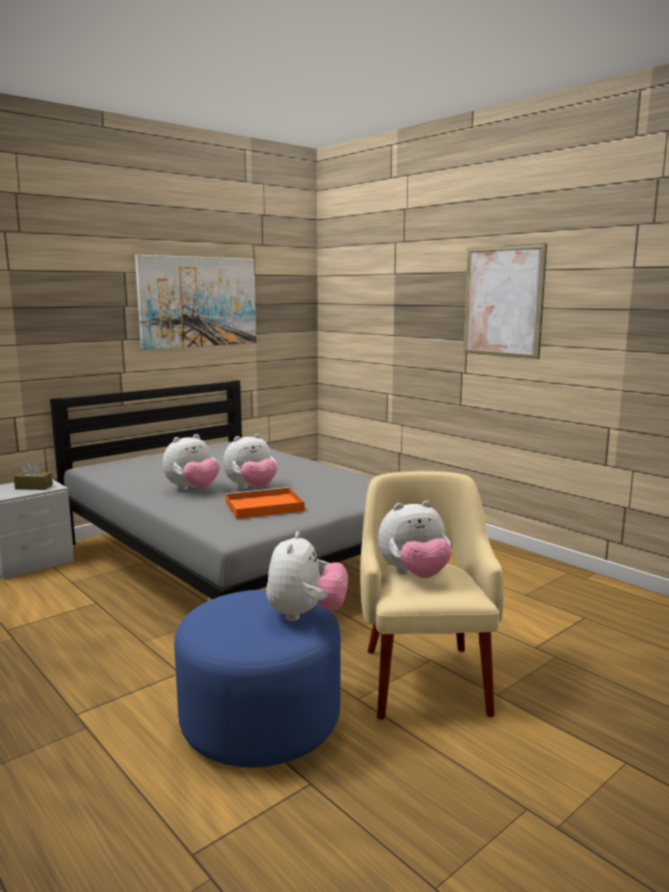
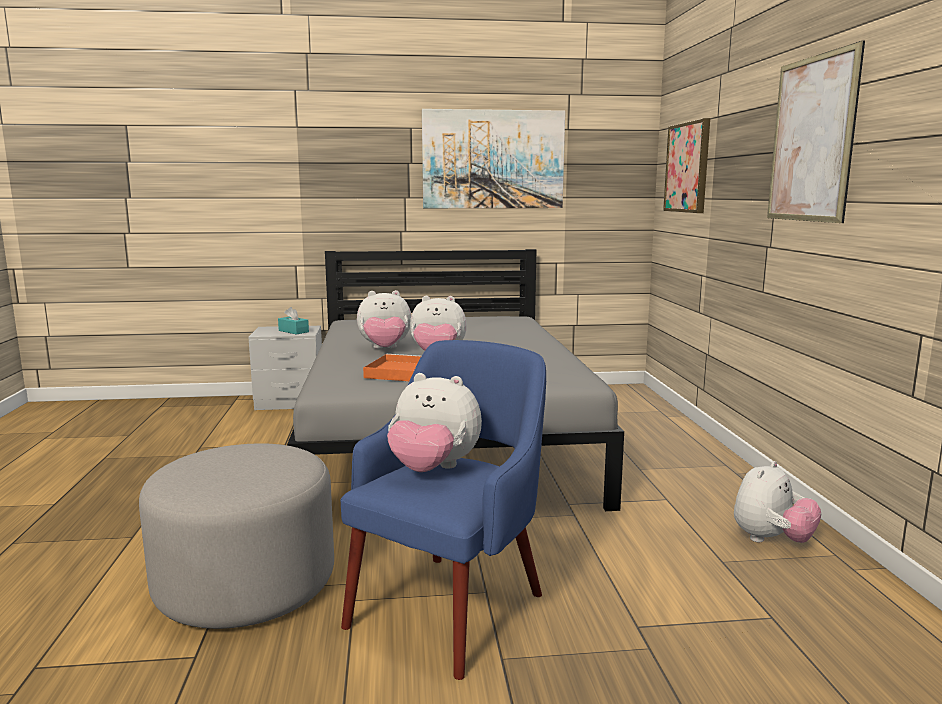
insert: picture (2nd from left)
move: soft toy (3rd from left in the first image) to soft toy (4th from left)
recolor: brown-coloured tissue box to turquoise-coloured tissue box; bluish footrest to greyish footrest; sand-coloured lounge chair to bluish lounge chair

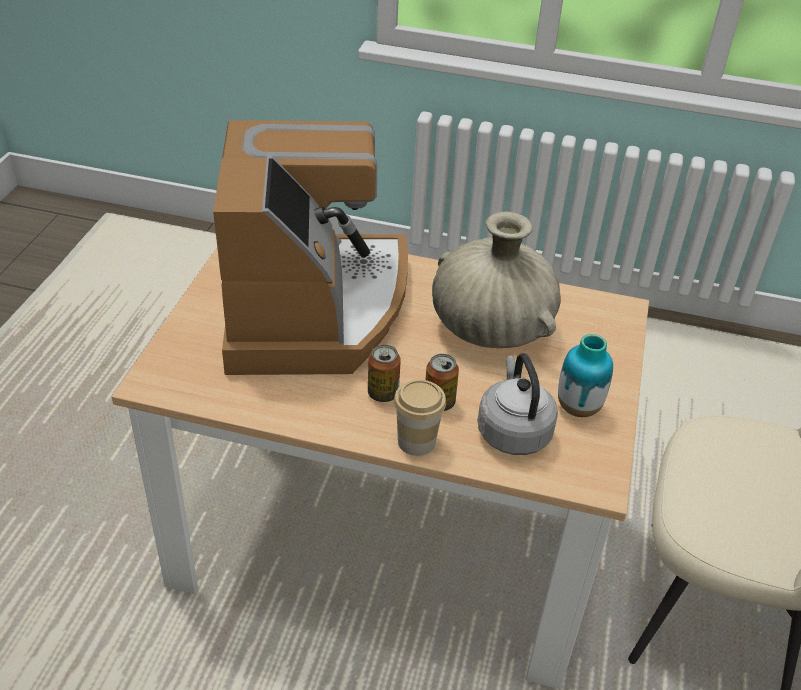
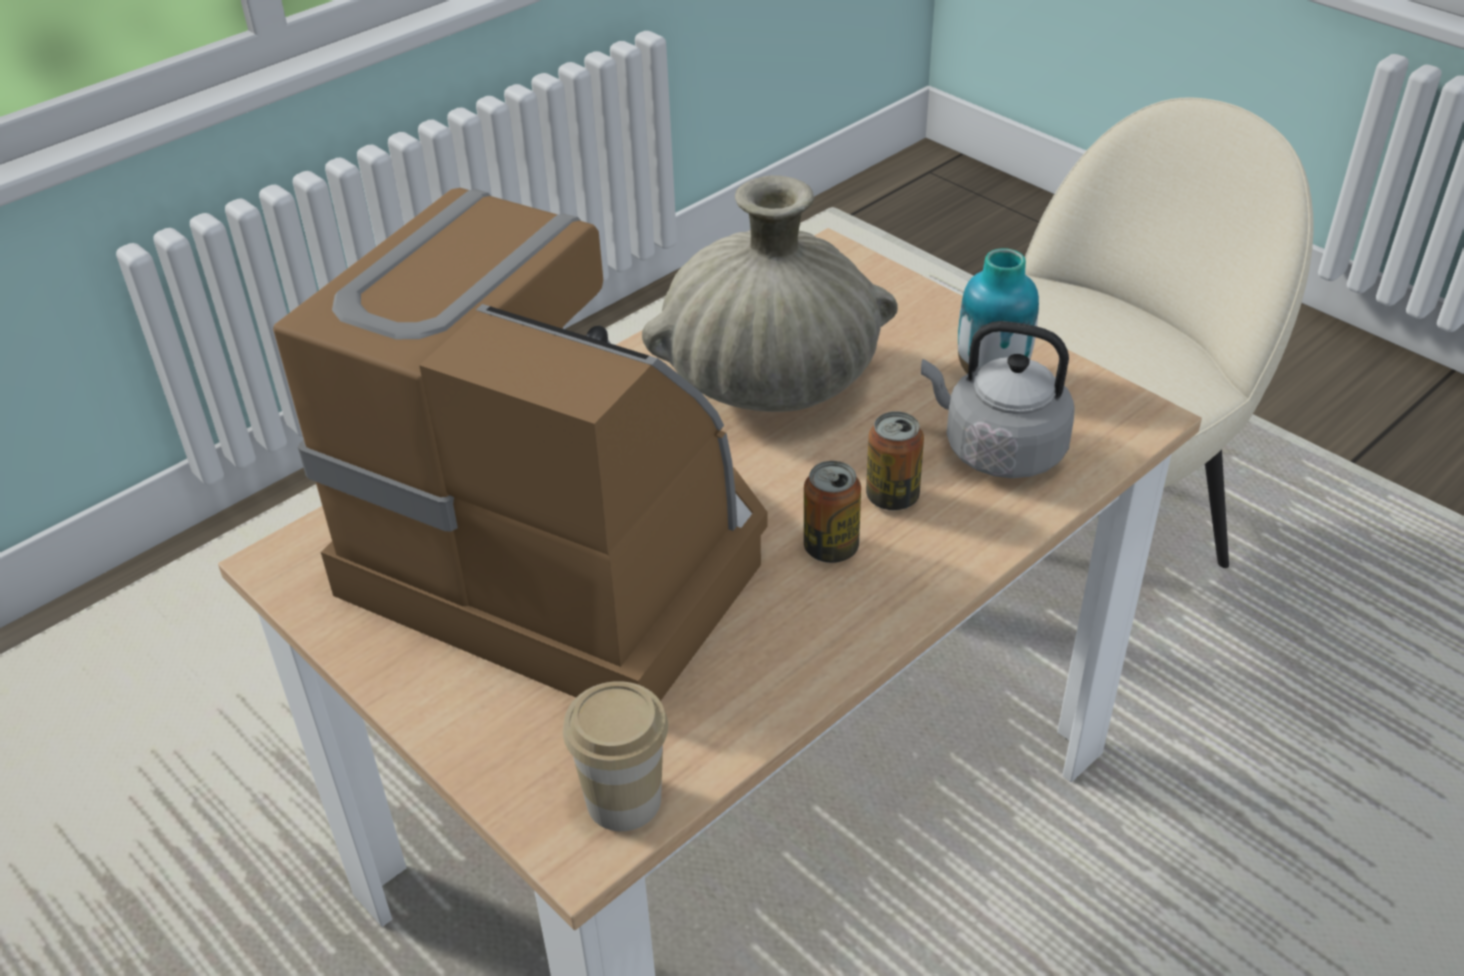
move: small cup

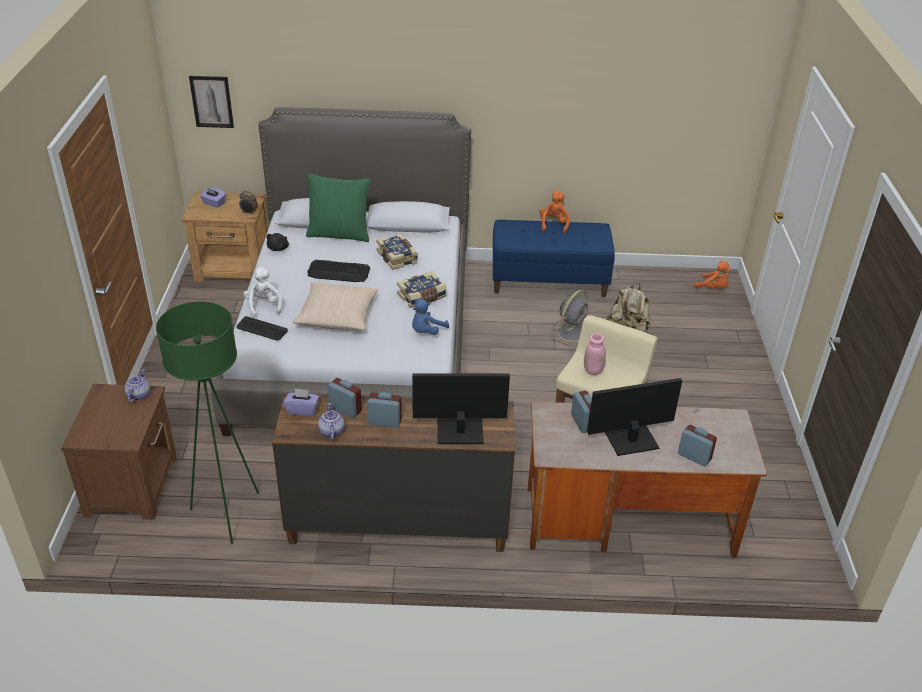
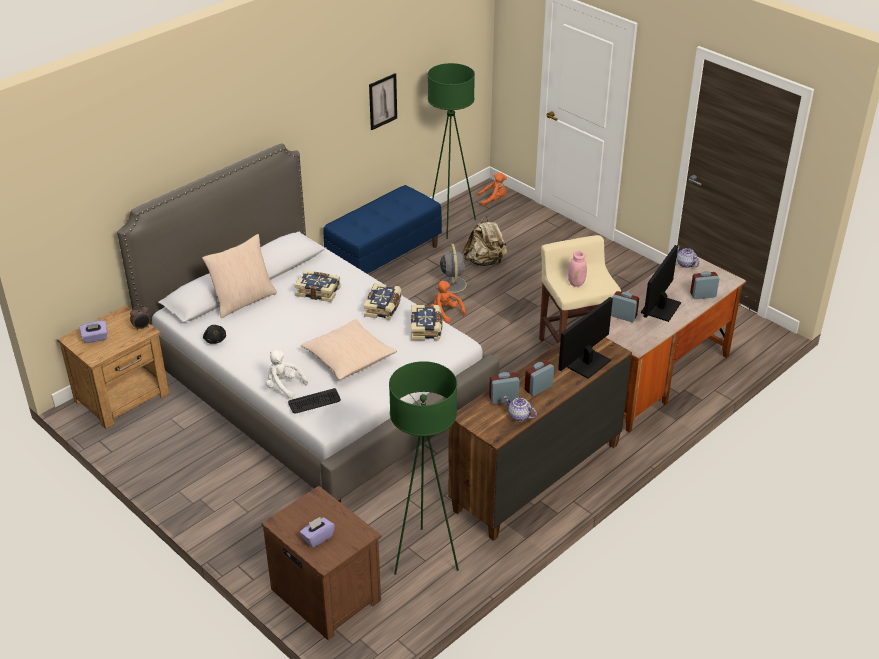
delete: keyboard (2nd from left)
insert: green-coloured standing lamp (2nd from left)
move: pot for tea (1st from left in the first image) to pot for tea (2nd from left); picture; purple tissue box (2nd from left); orangey soft toy (1st from left)
replace: bluish soft toy to book (3rd from left)
recolor: green-coloured pillow to sand-coloured pillow (1st from left)

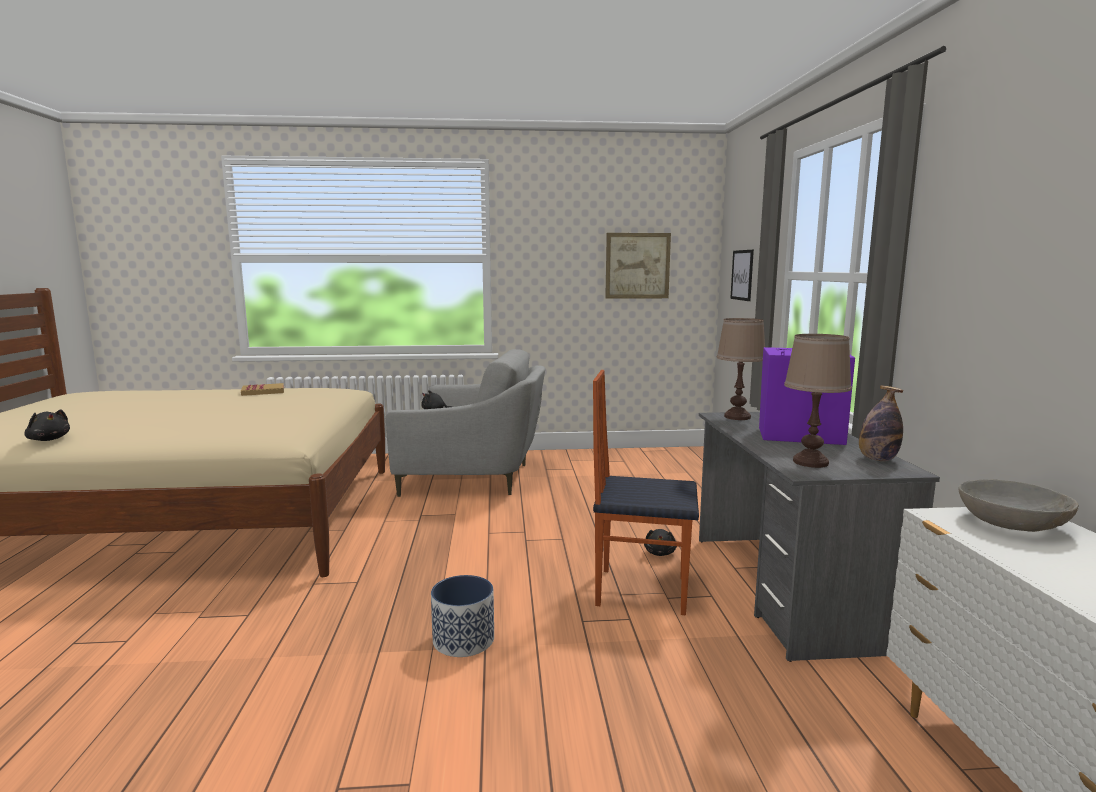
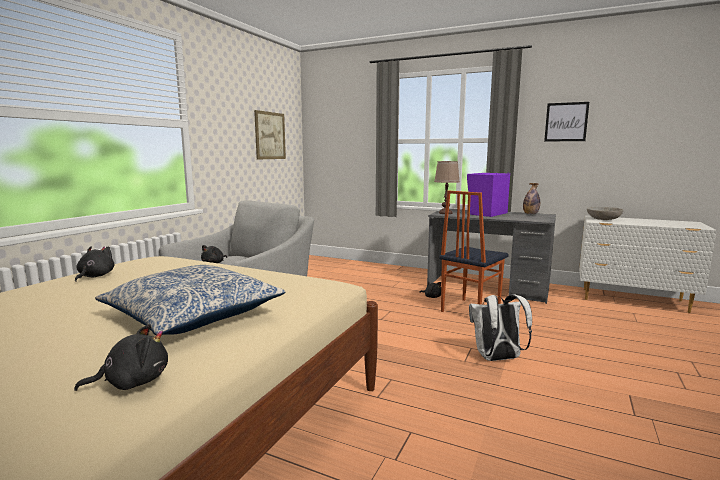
delete: brown-coloured lamp for a table (2nd from left)
insert: pillow
move: picture (2nd from left)
replace: book to blackish soft toy (1st from left); flower pot to white knapsack

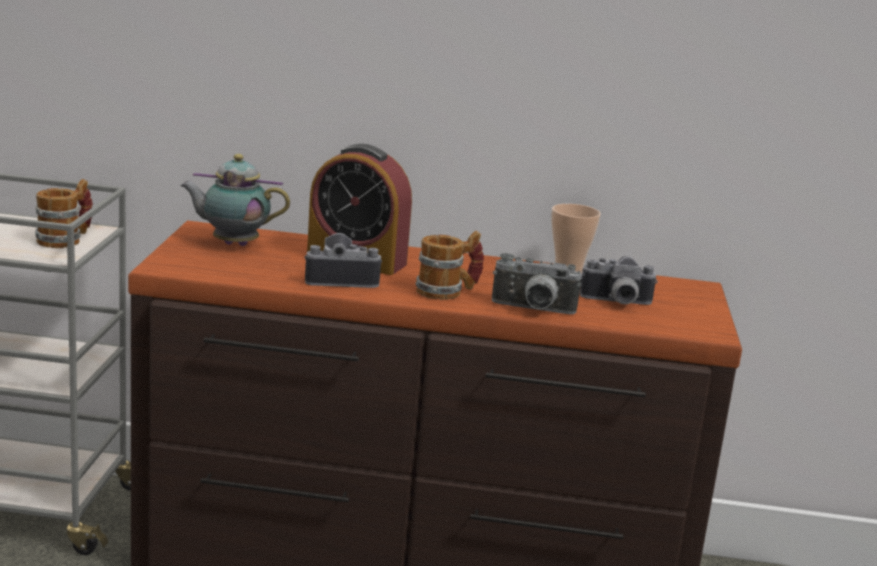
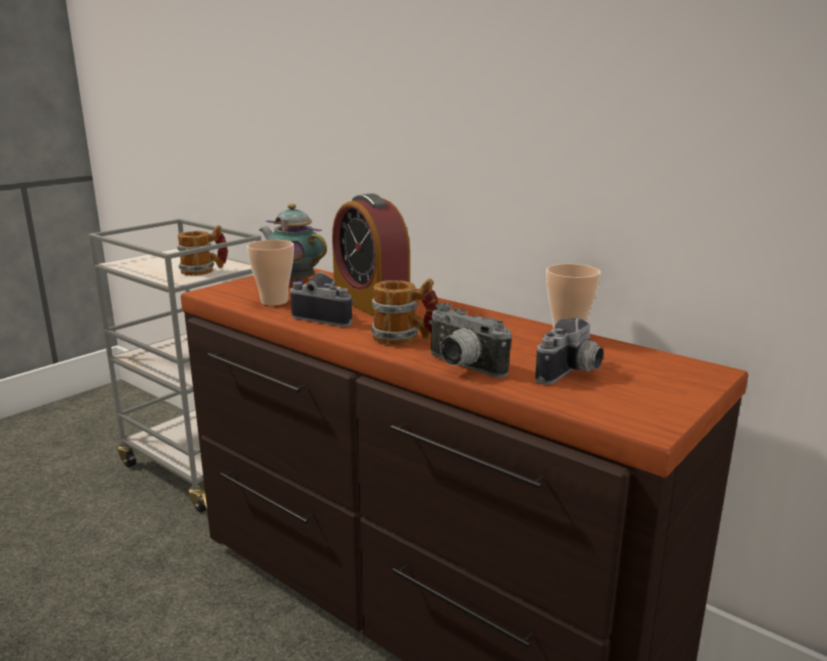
insert: small cup (1st from left)
rotate: photo camera (3rd from left) 90 degrees counterclockwise

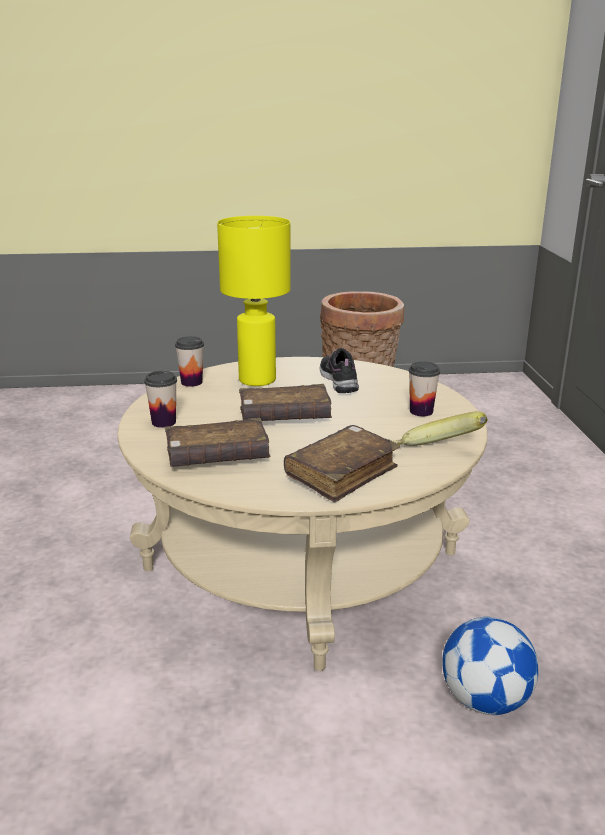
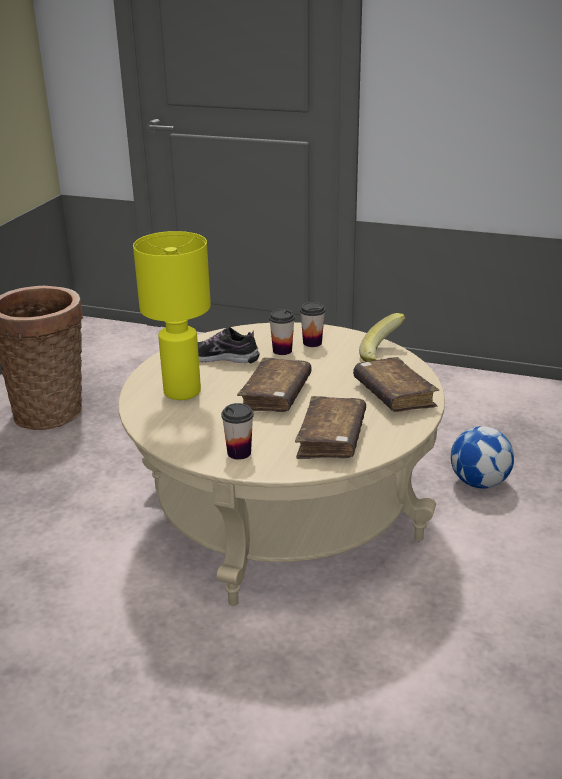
move: small cup (2nd from left)

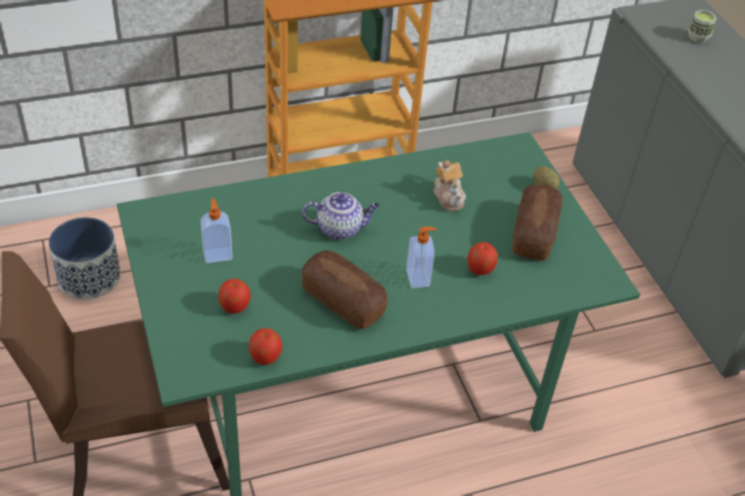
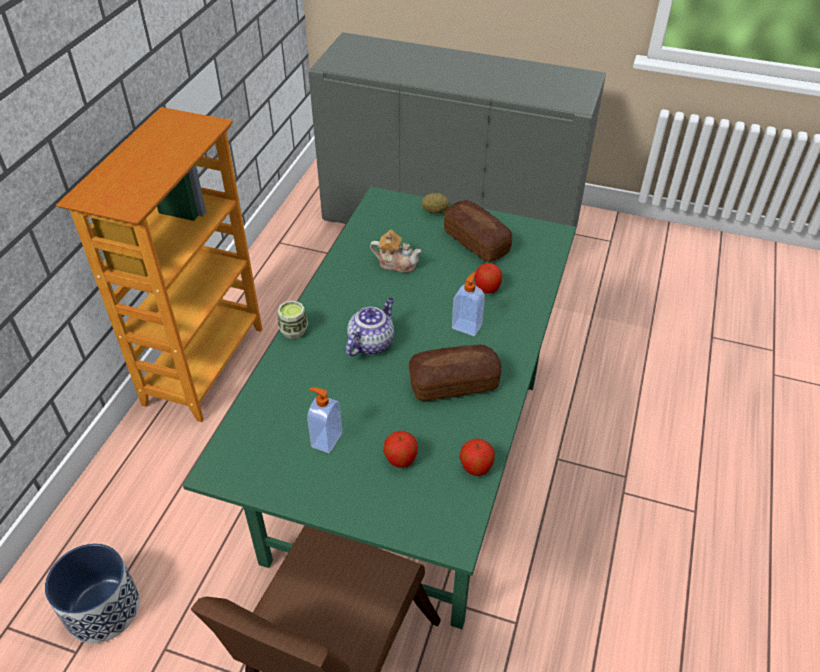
move: small cup

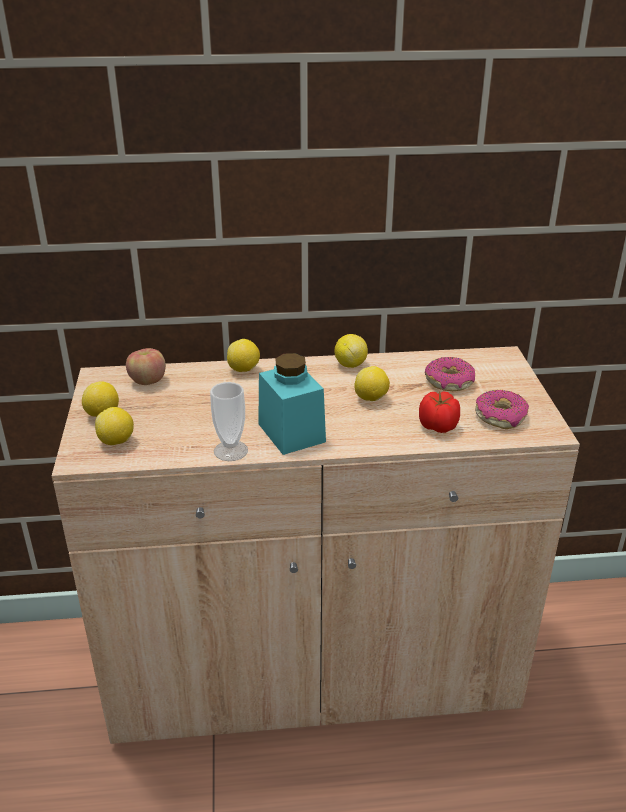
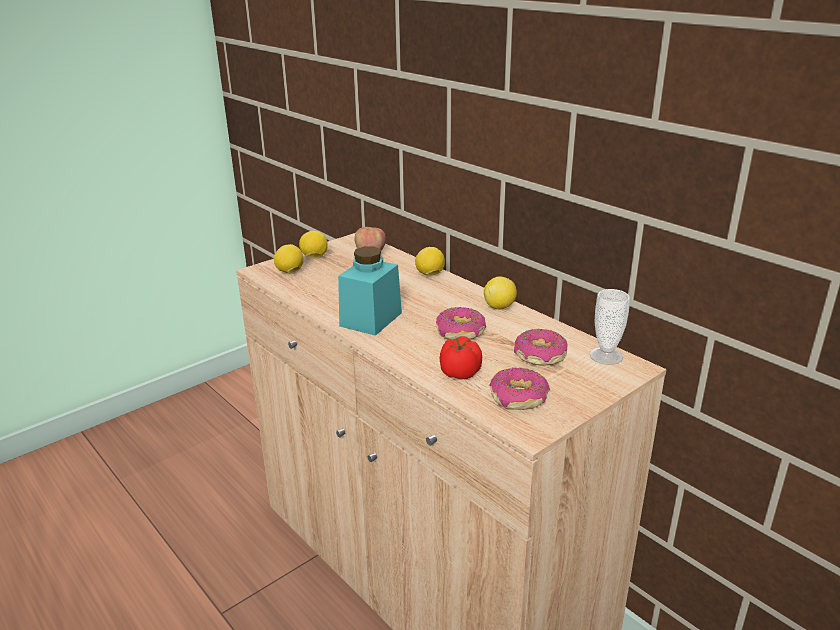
move: small cup
replace: whole lemon (5th from left) to ring doughnut (1st from left)

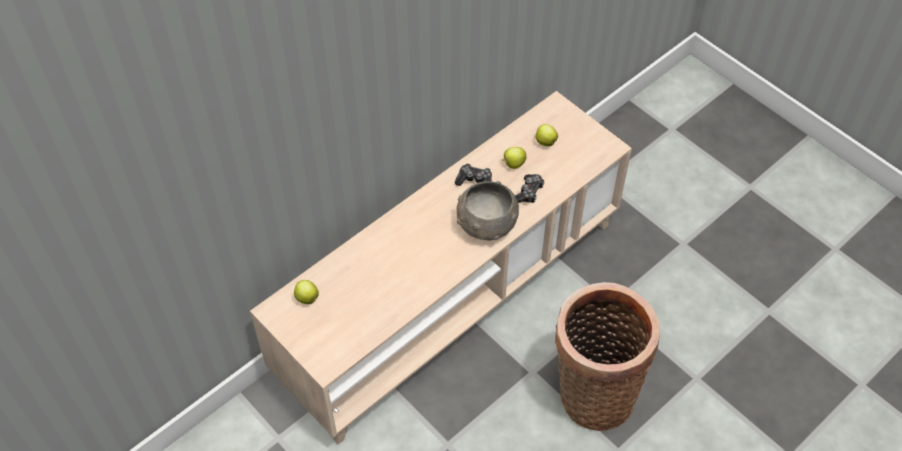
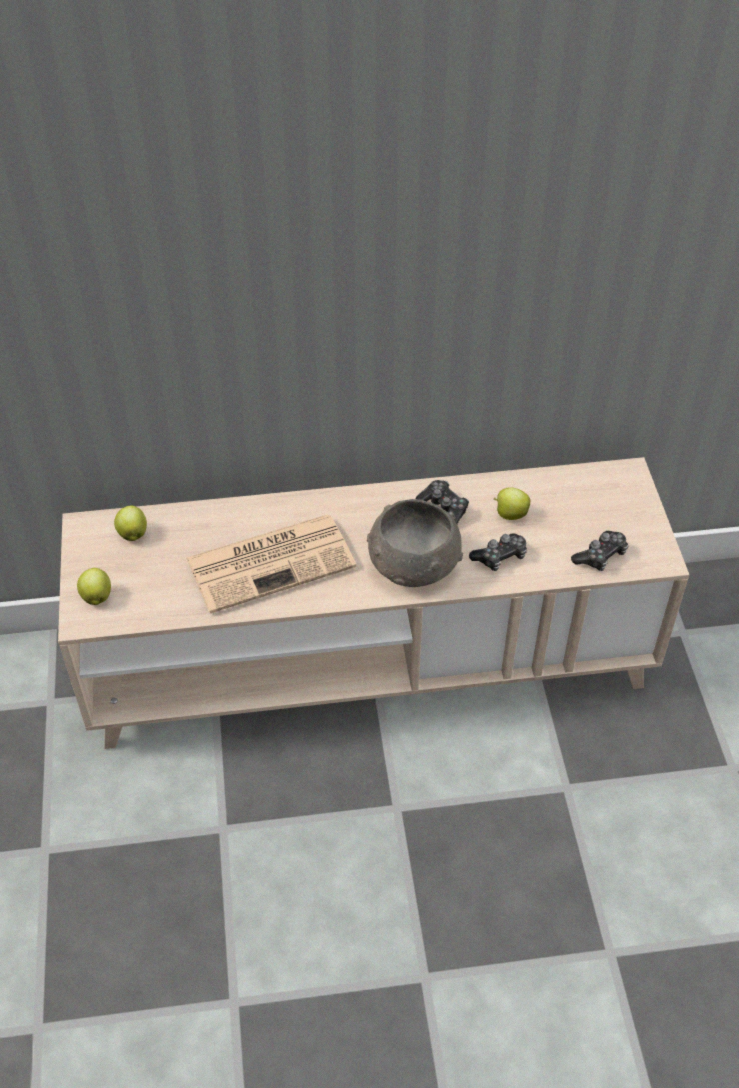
delete: storage basket
insert: newspaper; gamepad (3rd from left)
move: whole apple (3rd from left in the first image) to whole apple (1st from left)

